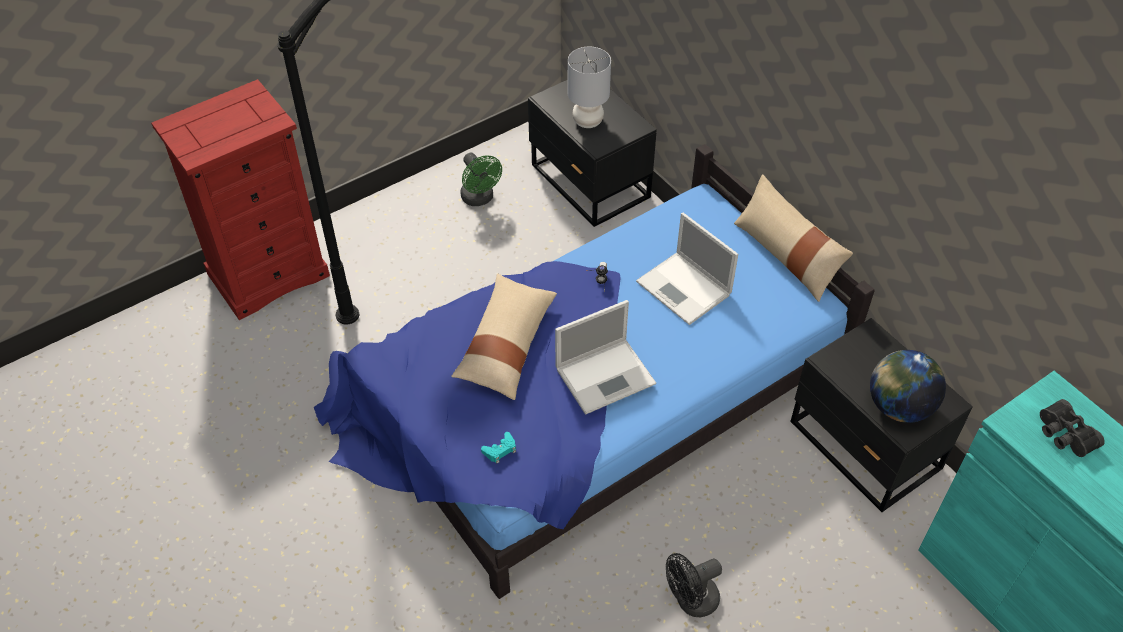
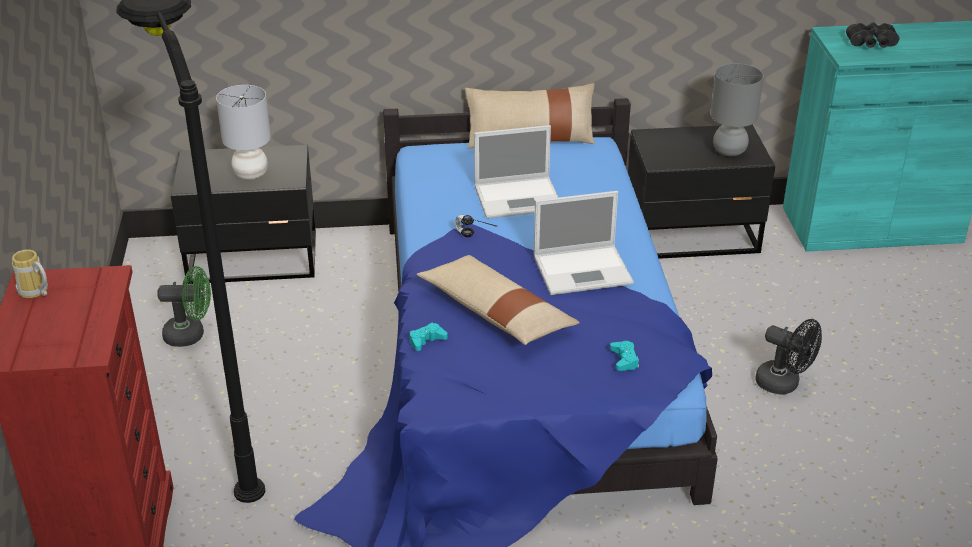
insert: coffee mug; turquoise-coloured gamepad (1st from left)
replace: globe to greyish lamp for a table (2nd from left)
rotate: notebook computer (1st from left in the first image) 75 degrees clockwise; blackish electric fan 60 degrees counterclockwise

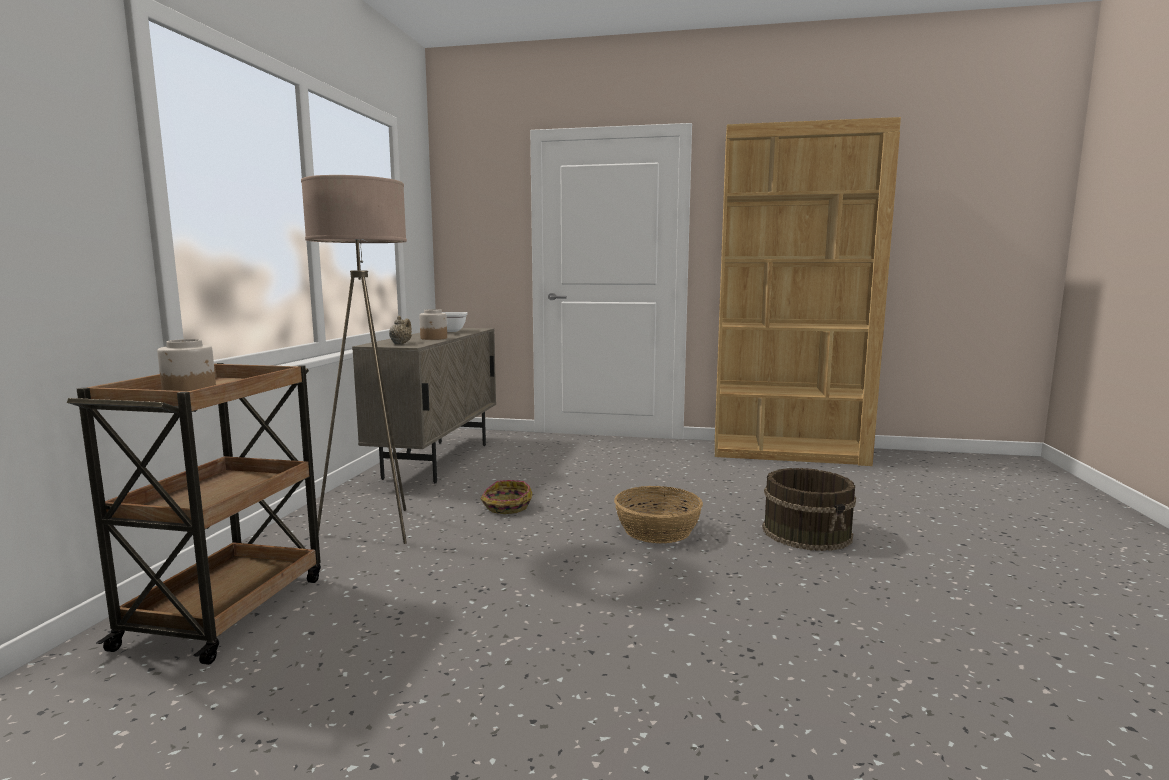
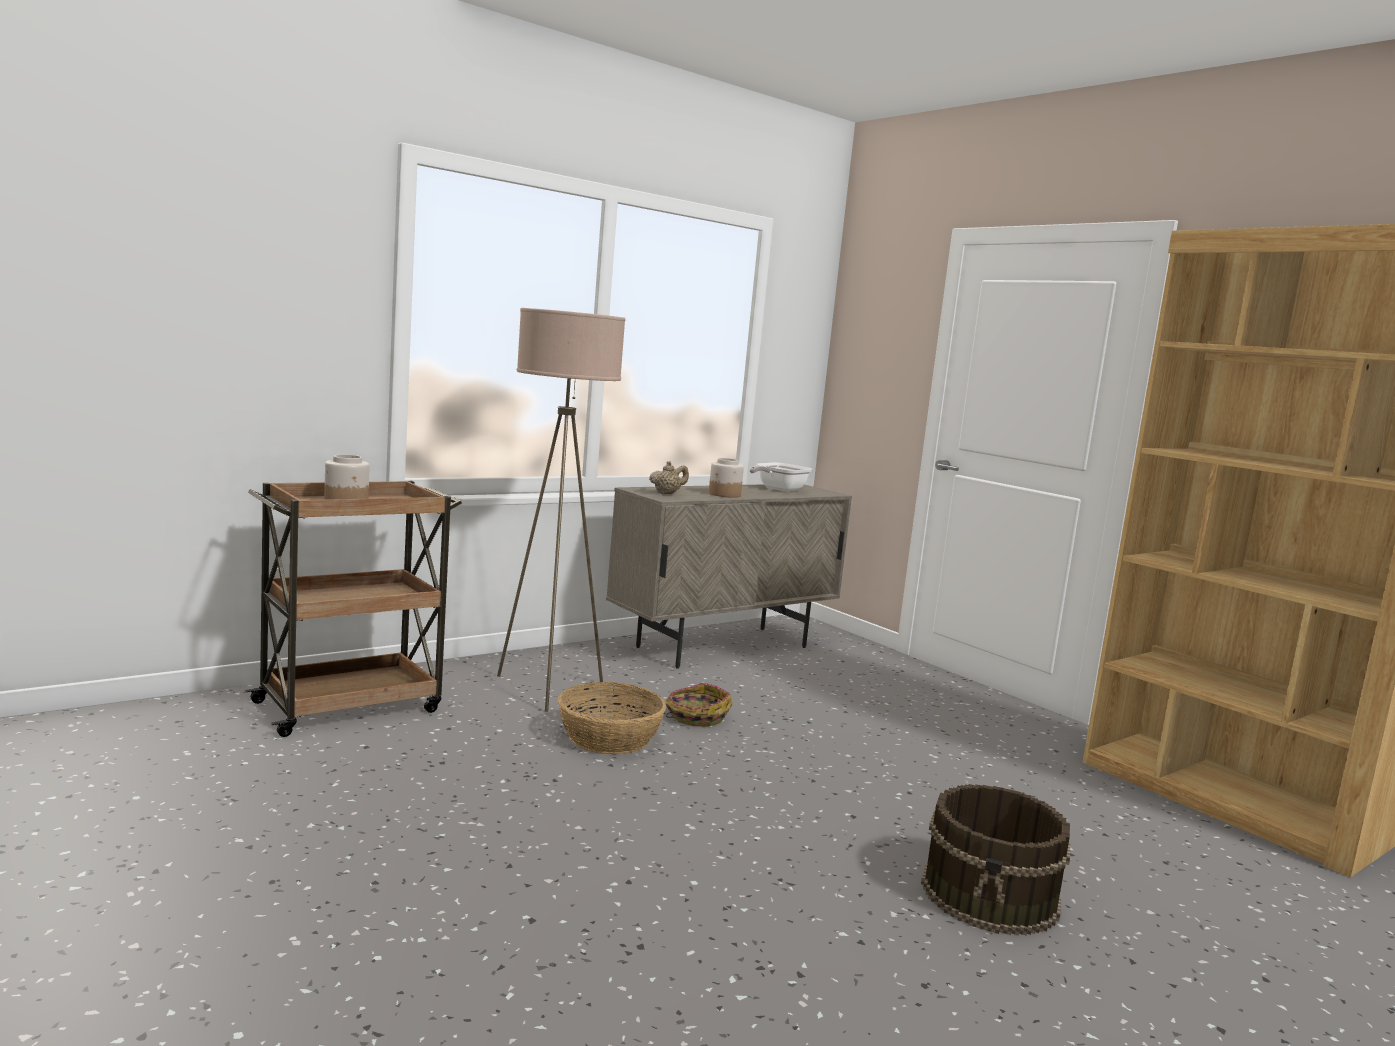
move: storage basket (2nd from left in the first image) to storage basket (1st from left)

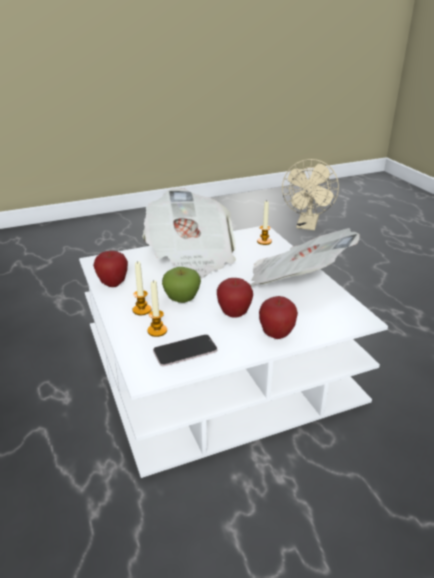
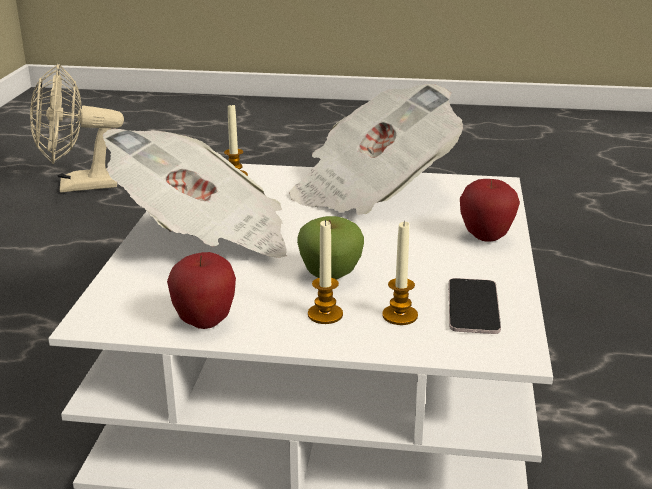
delete: whole apple (3rd from left)
rotate: sand-coloured electric fan 120 degrees clockwise

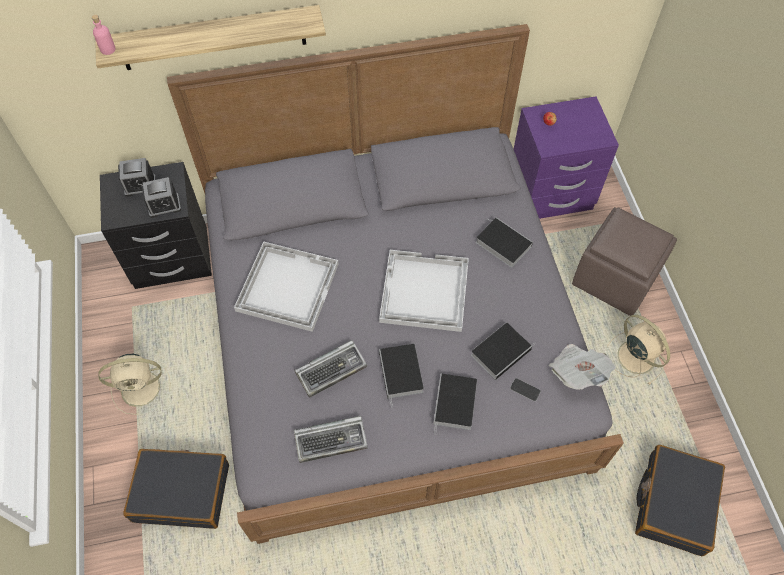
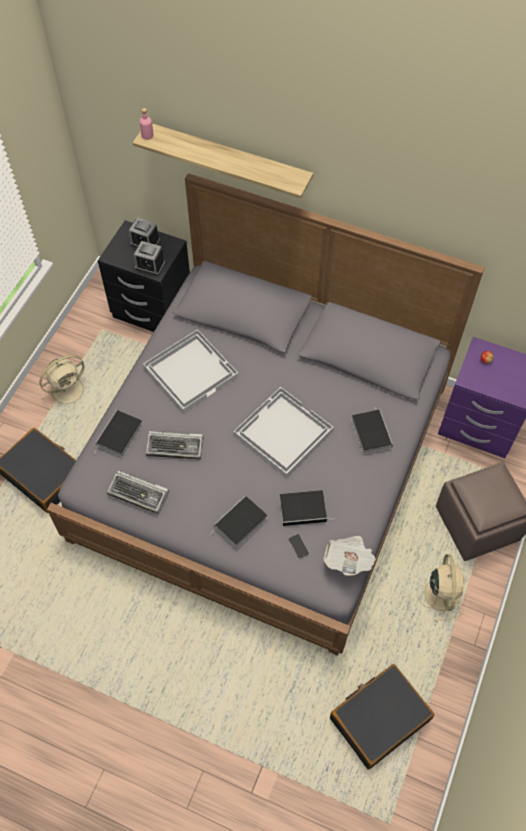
move: book (1st from left)
rotate: sand-coloured electric fan (1st from left) 60 degrees counterclockwise

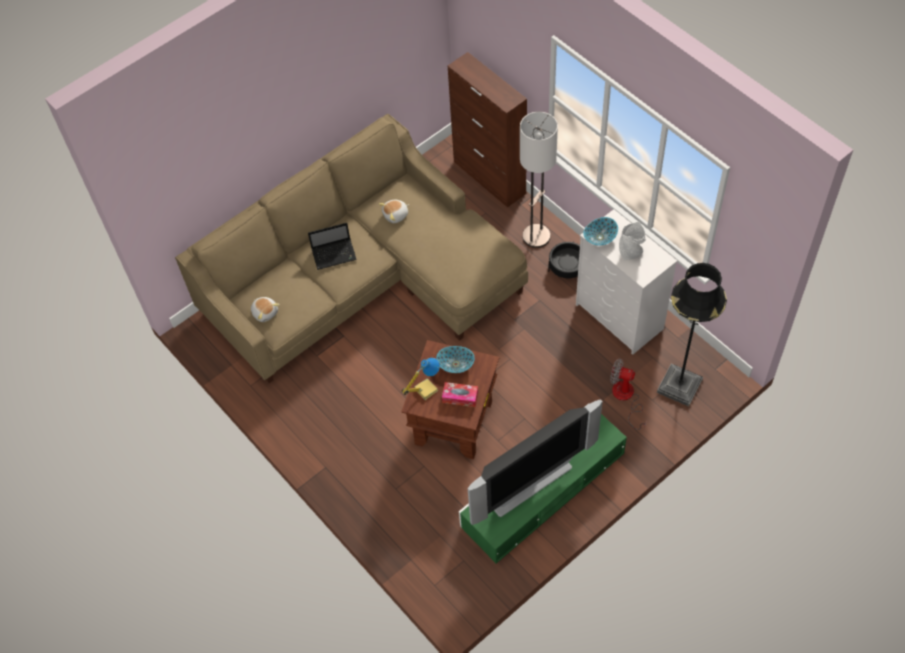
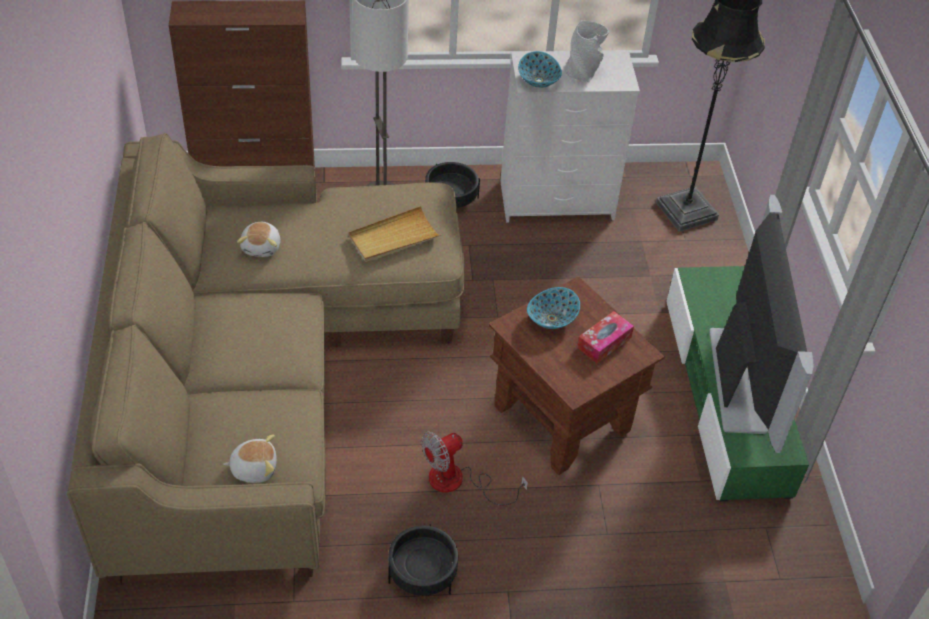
delete: notebook computer; lamp for a table
insert: sand-coloured tray; blackish flower pot (1st from left)
move: electric fan

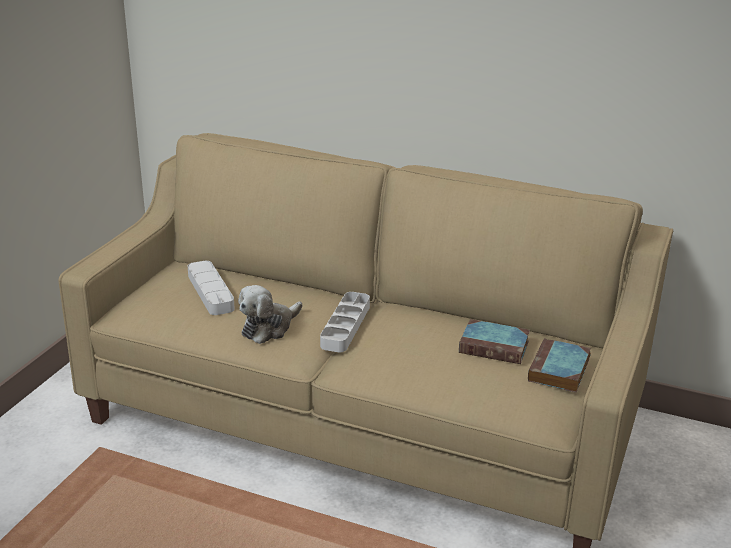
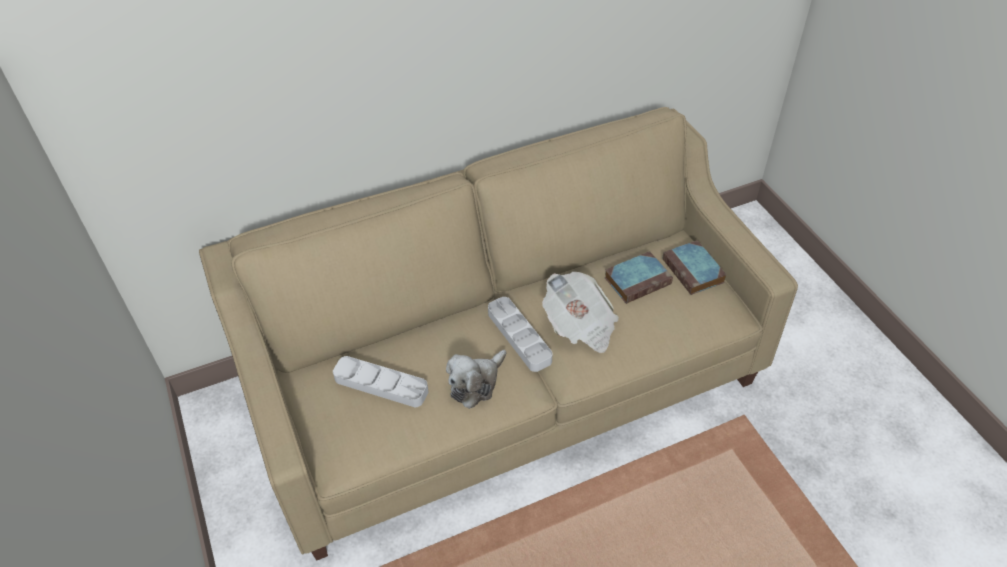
insert: newspaper
rotate: soft toy 45 degrees clockwise

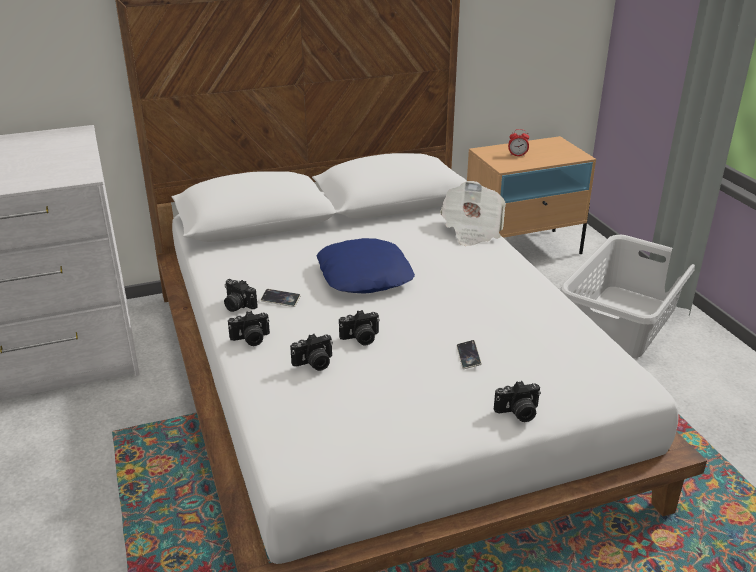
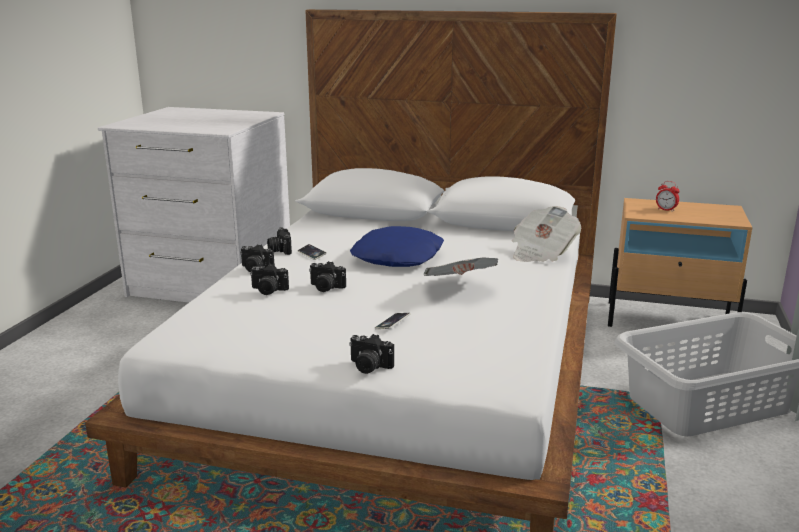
insert: newspaper (1st from left)

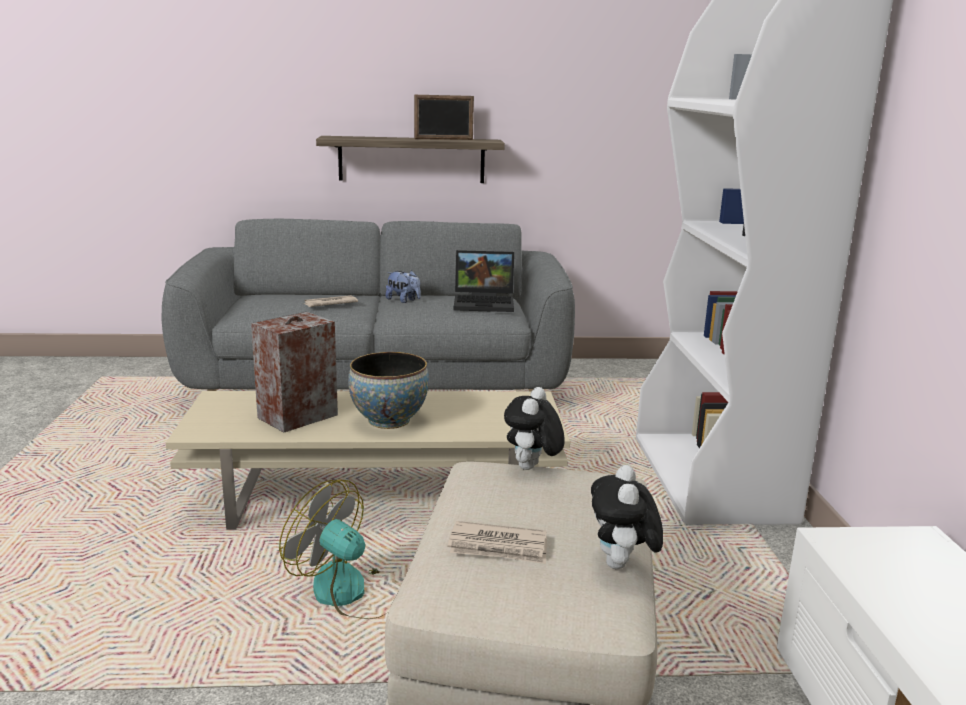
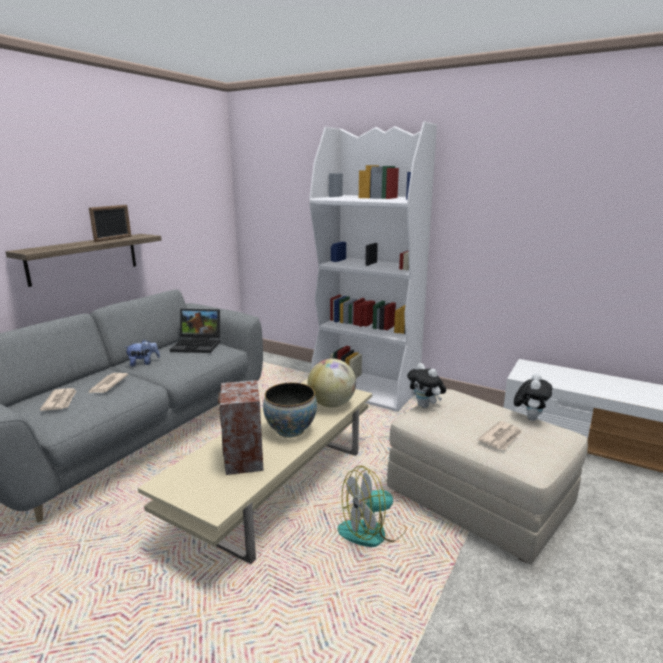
insert: newspaper (1st from left); globe
rotate: notebook computer 60 degrees clockwise; soft toy (3rd from left) 105 degrees counterclockwise

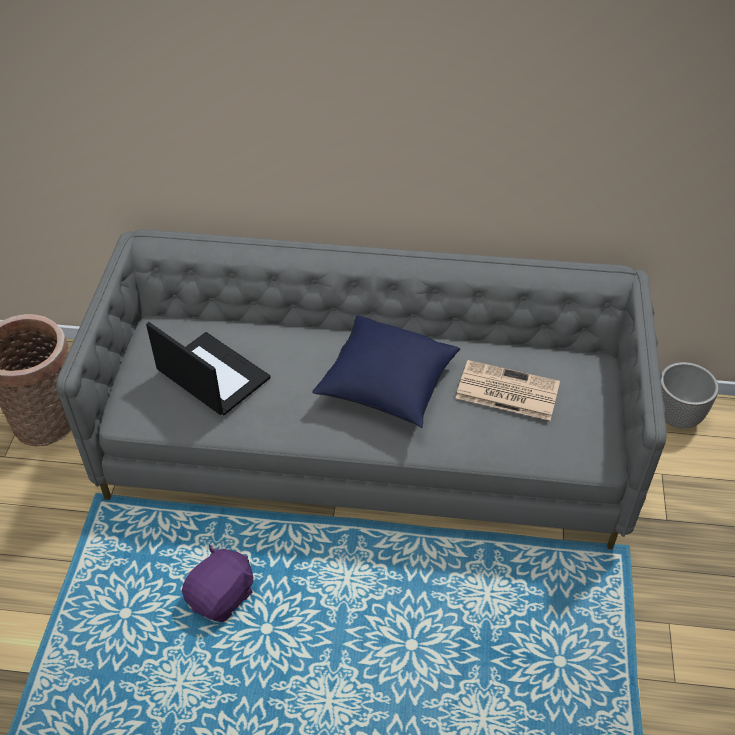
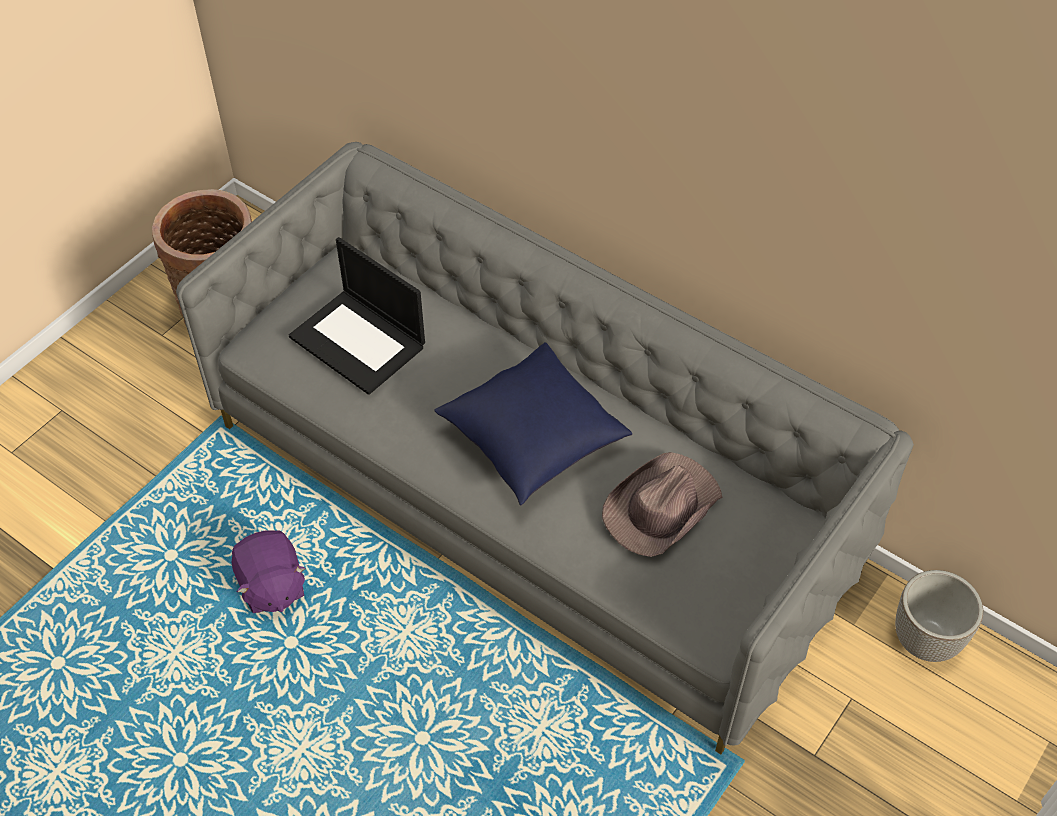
replace: newspaper to brown-coloured hat
rotate: notebook computer 150 degrees clockwise; purple soft toy 90 degrees clockwise

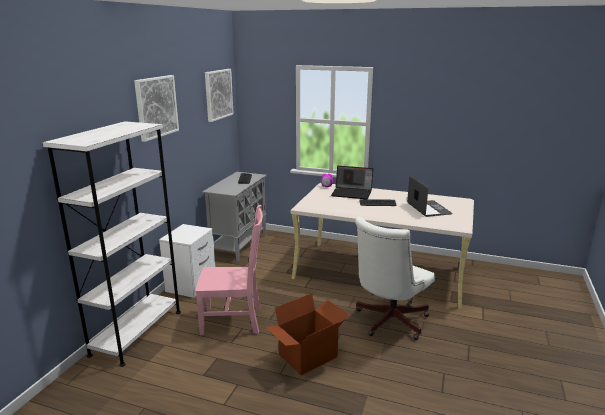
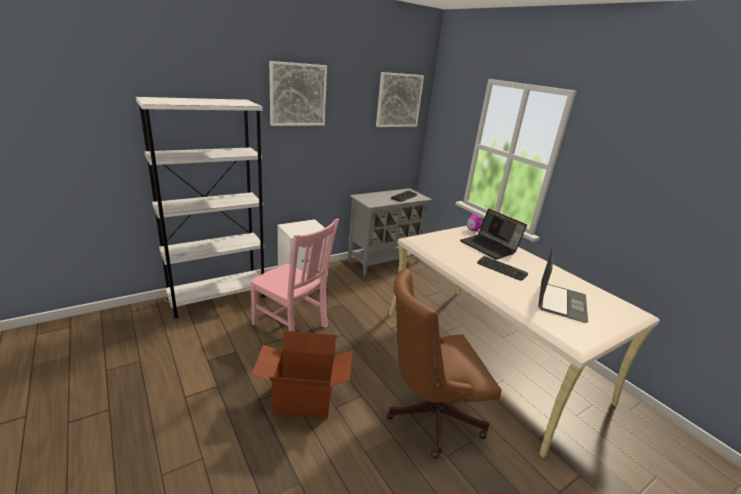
recolor: white office chair to brown-coloured office chair

